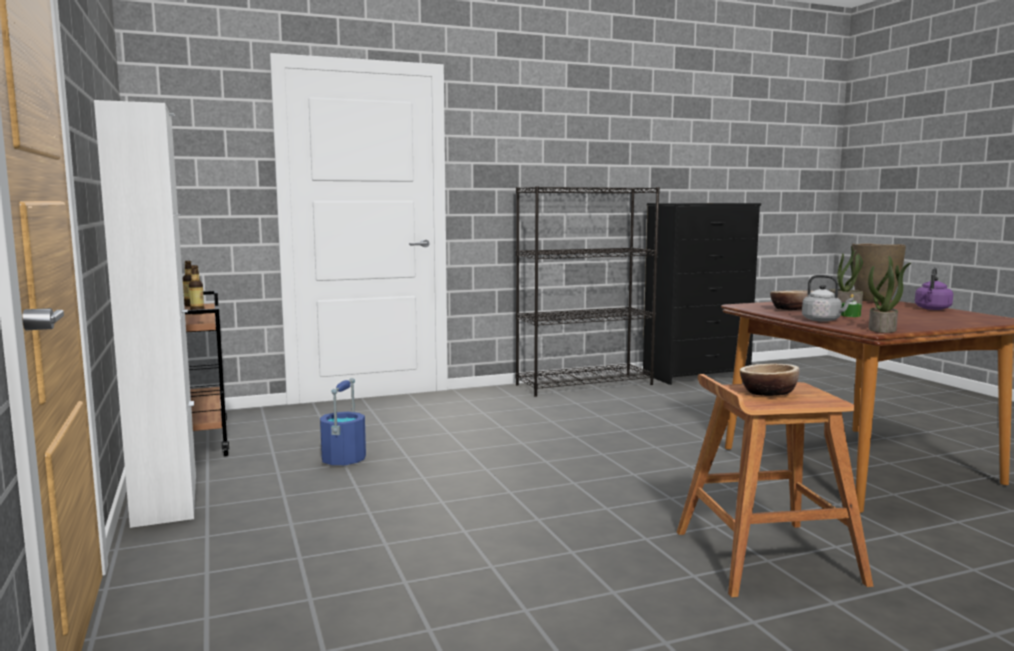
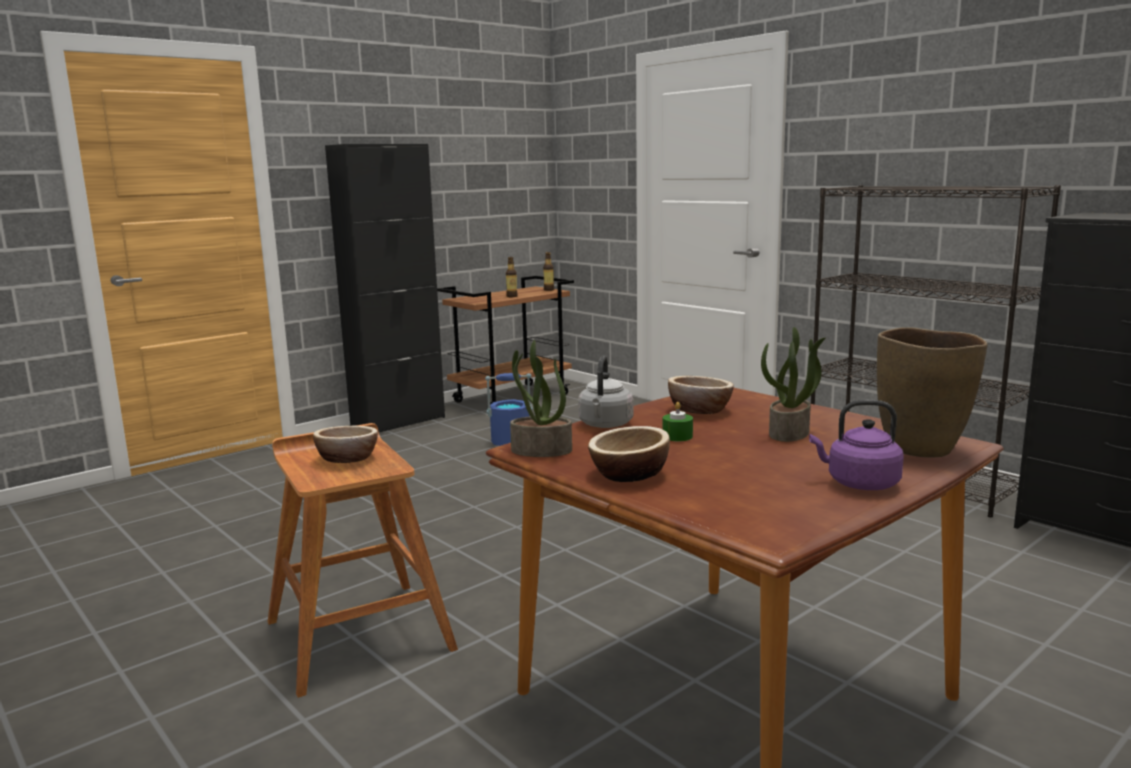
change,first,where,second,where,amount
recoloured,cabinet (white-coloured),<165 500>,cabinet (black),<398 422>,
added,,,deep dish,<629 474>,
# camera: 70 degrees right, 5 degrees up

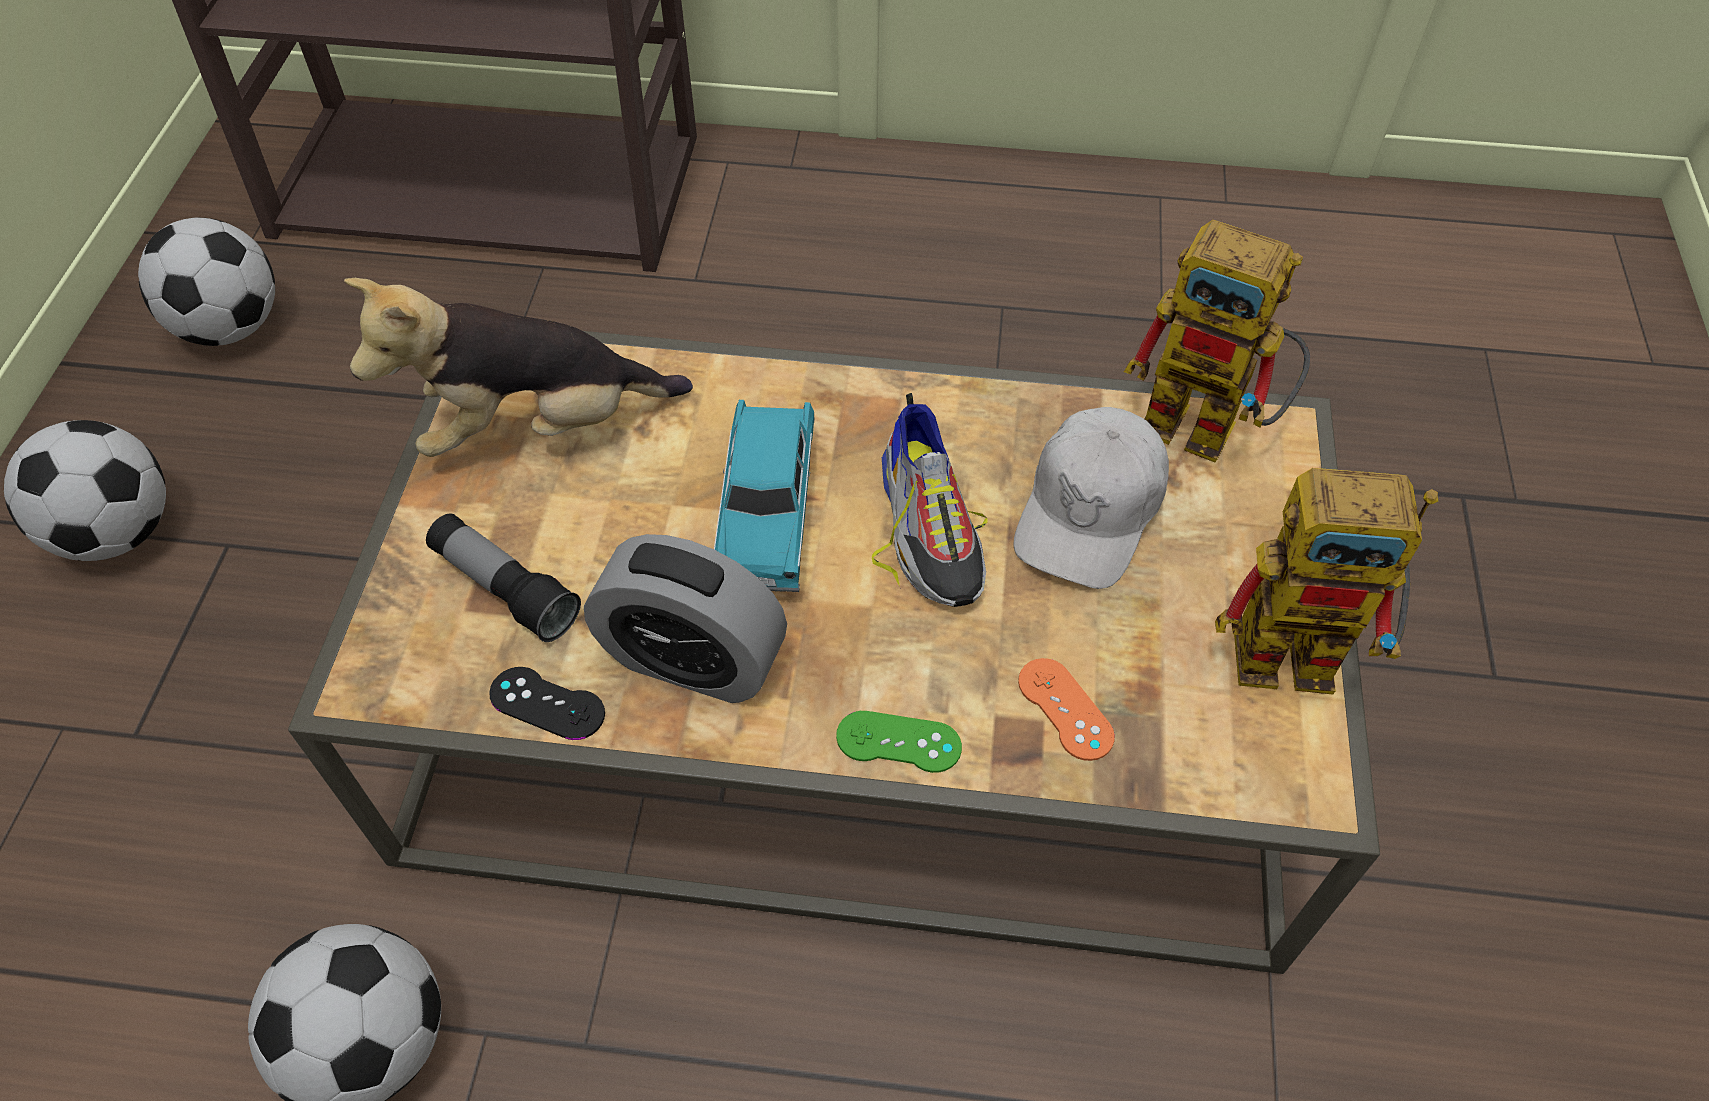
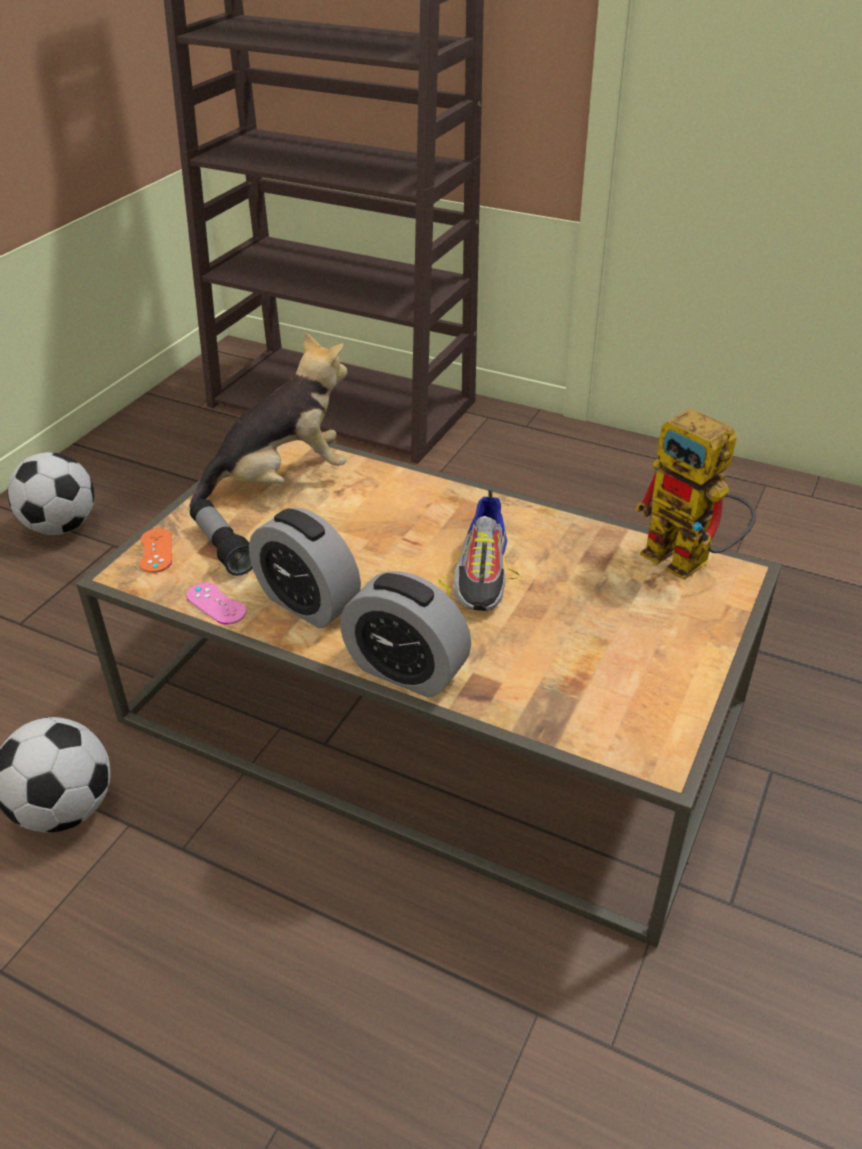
change,first,where,second,where,amount
removed,football,<232 328>,,,
turned,soft toy,<538 427>,,<281 479>,150 degrees clockwise
recoloured,gamepad (black),<547 703>,gamepad (pink-coloured),<216 604>,
removed,miniature car (turquoise),<767 512>,,,
replaced,gamepad (green-coloured),<898 742>,alarm clock,<406 670>,
removed,cap (white-coloured),<1090 511>,,,
moved,gamepad (orange-coloured),<1065 709>,,<156 550>,
removed,model robot,<1306 653>,,,
# camera: 20 degrees right, 15 degrees down

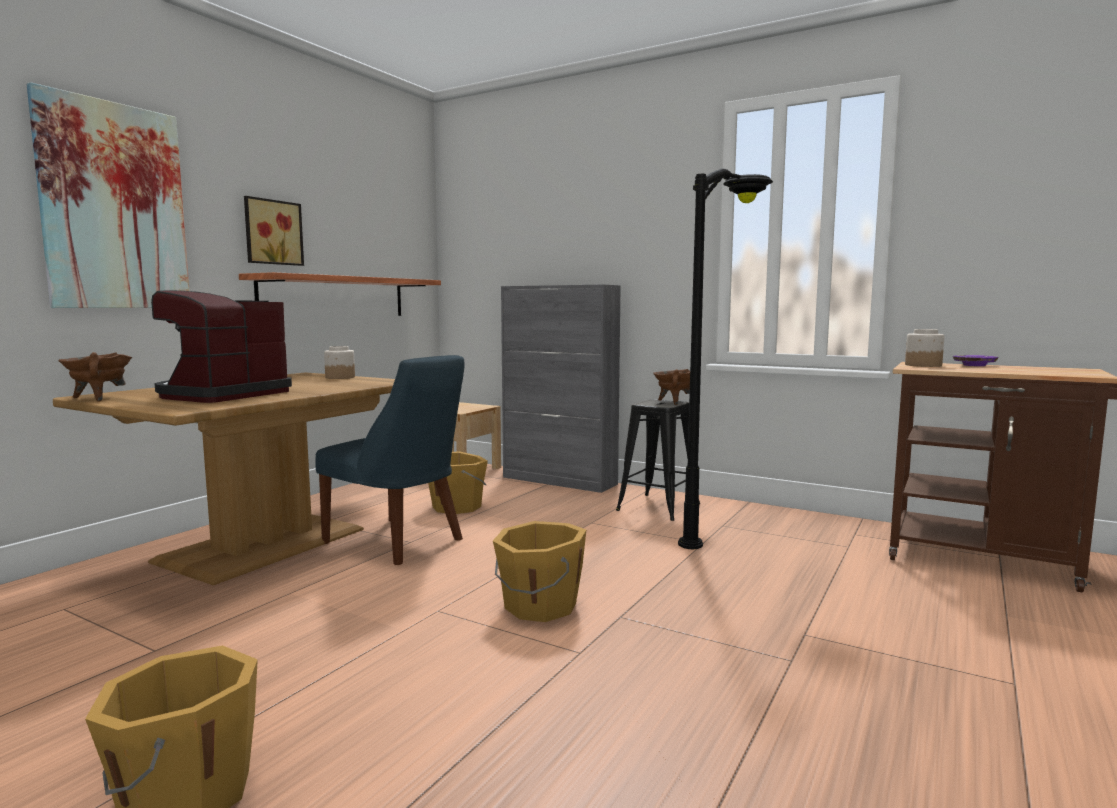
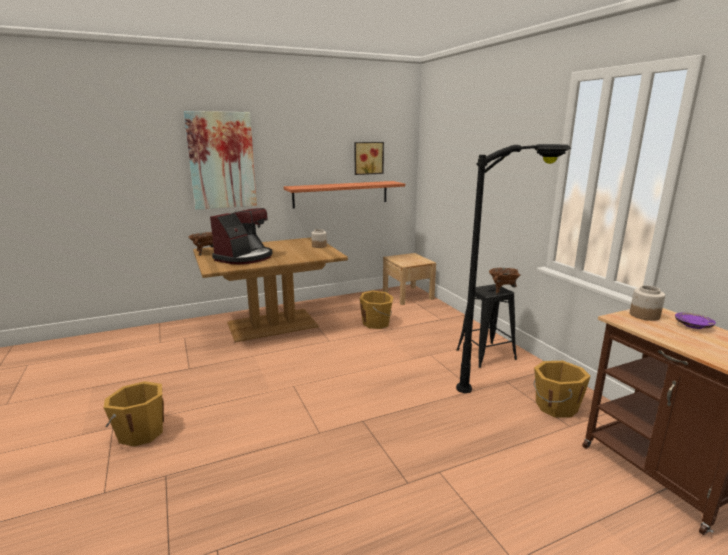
change,first,where,second,where,amount
turned,coffee maker,<222 395>,,<245 257>,150 degrees clockwise
moved,wall art,<272 232>,,<368 158>,
removed,chair (blue-coloured),<398 542>,,,
moved,pail (orange-coloured),<539 606>,,<555 406>,
removed,cabinet (greyish),<559 481>,,,
# camera: 35 degrees right, 10 degrees up

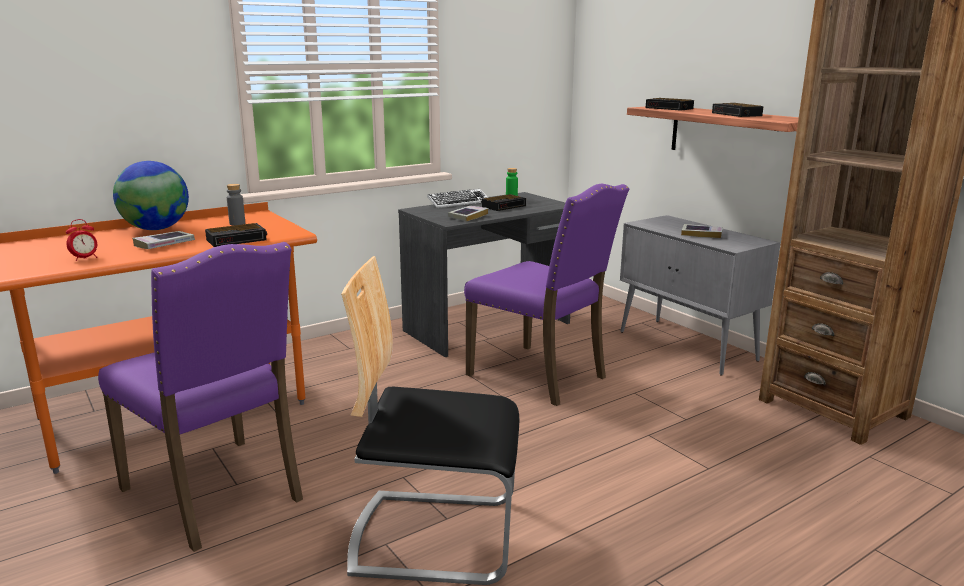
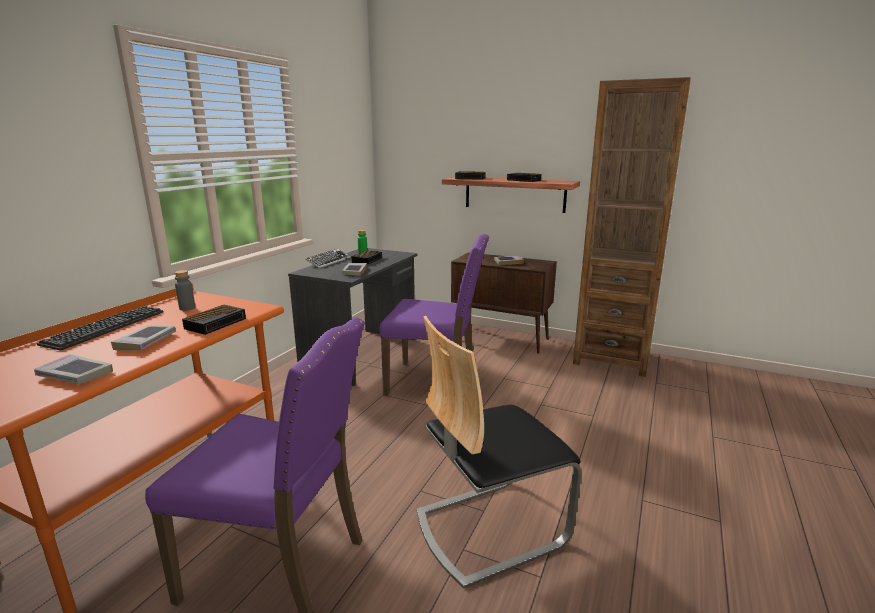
change,first,where,second,where,amount
replaced,alarm clock,<85 258>,volume,<75 375>,
replaced,world globe,<156 229>,PC keyboard,<105 328>,
recoloured,cabinet (greyish),<687 346>,cabinet (brown-coloured),<501 339>,
# camera: 30 degrees left, 0 degrees up

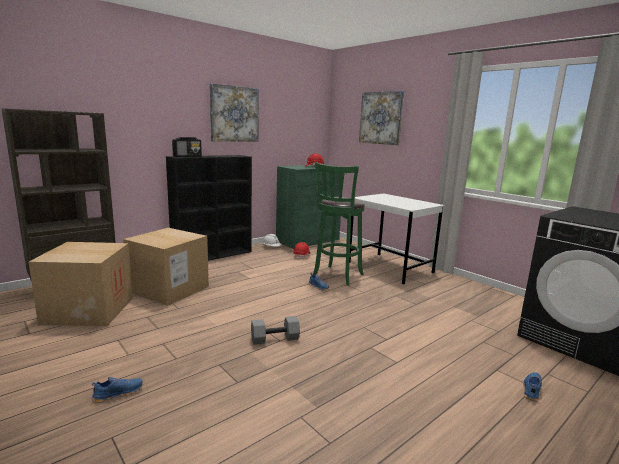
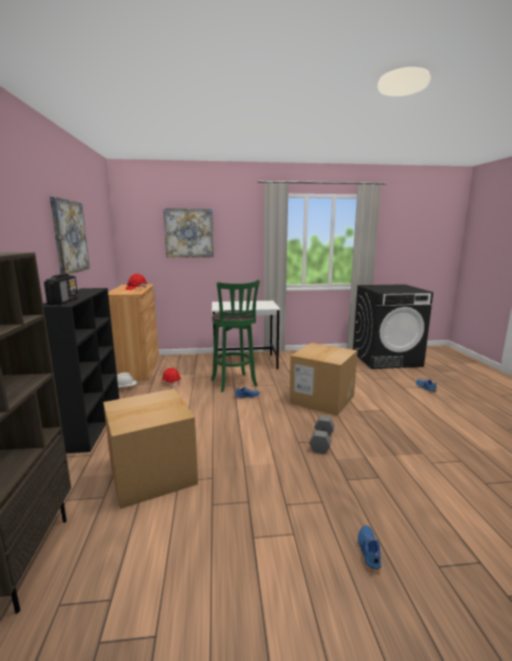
change,first,where,second,where,amount
moved,packing box,<89 310>,,<322 399>,
recoloured,cabinet (green-coloured),<308 240>,cabinet (brown-coloured),<137 368>,
# camera: 55 degrees left, 0 degrees up

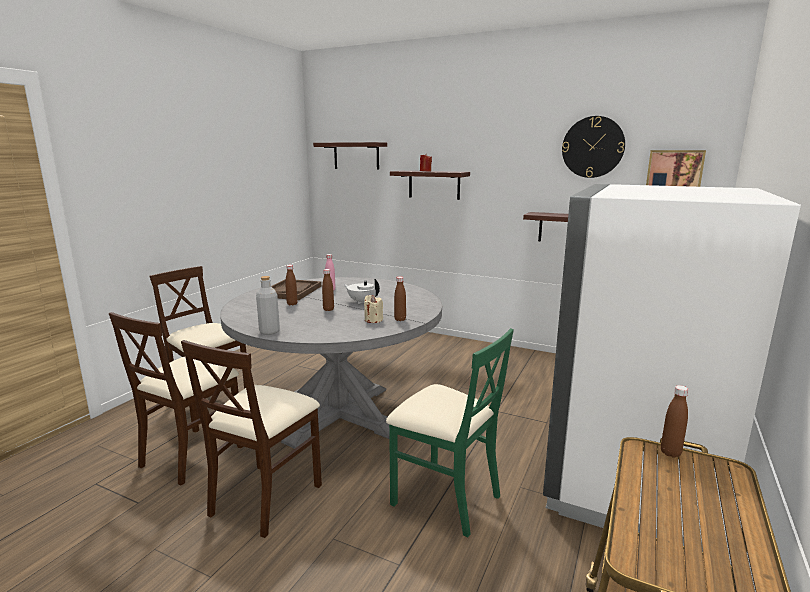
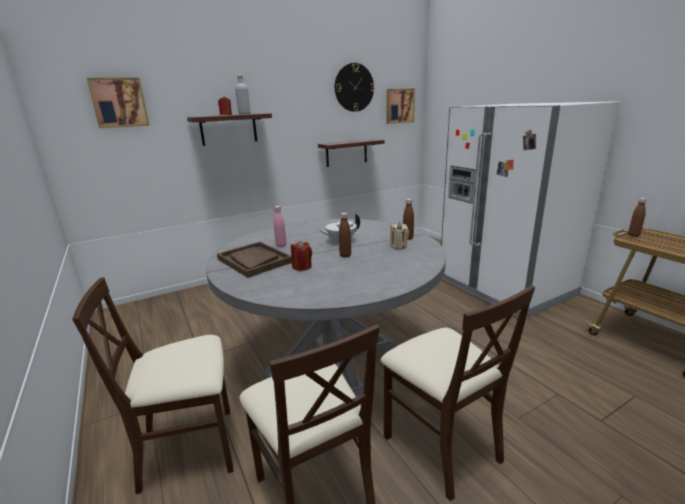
change,first,where,second,where,amount
moved,bottle (greyish),<269 331>,,<244 114>,
replaced,bottle (brown-coloured),<292 304>,wax candle (red-coloured),<302 267>,
replaced,wall shelf,<356 156>,wall art,<119 103>,
removed,chair (green-coloured),<445 498>,,,
# camera: 55 degrees left, 5 degrees up

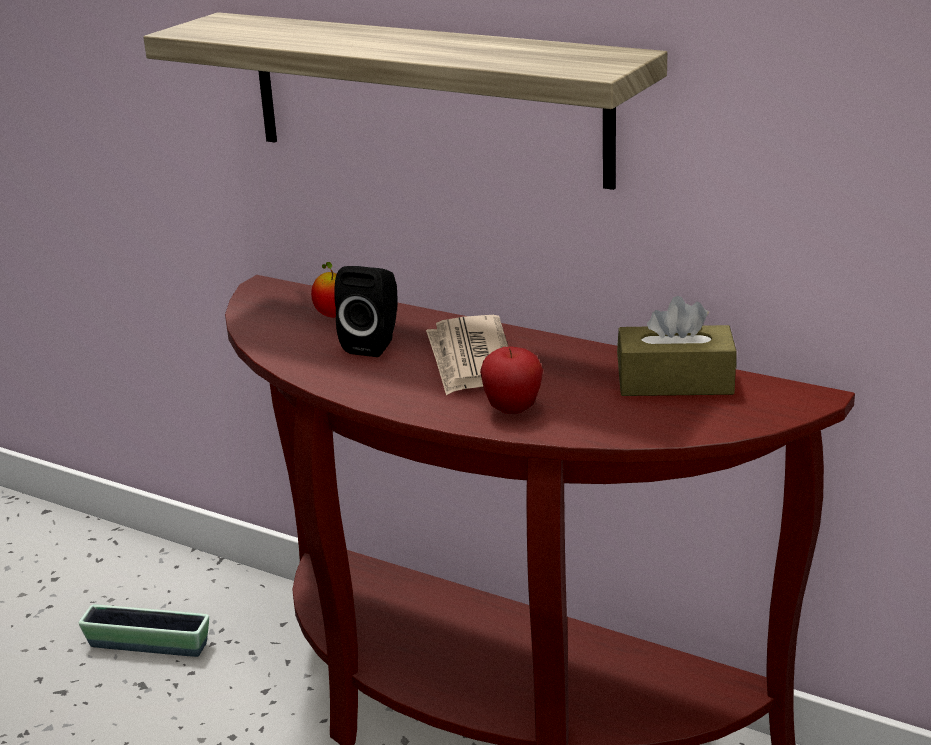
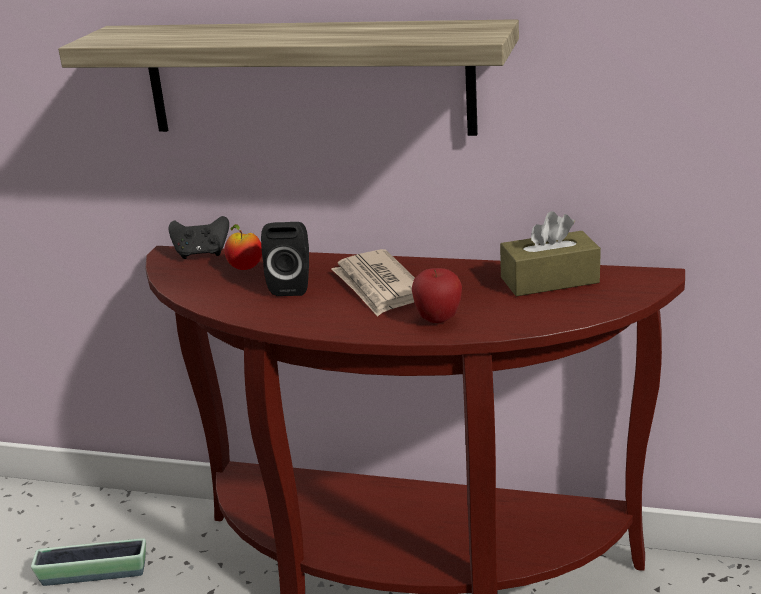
change,first,where,second,where,amount
added,,,gamepad (black),<202 254>,
# camera: 15 degrees left, 0 degrees up

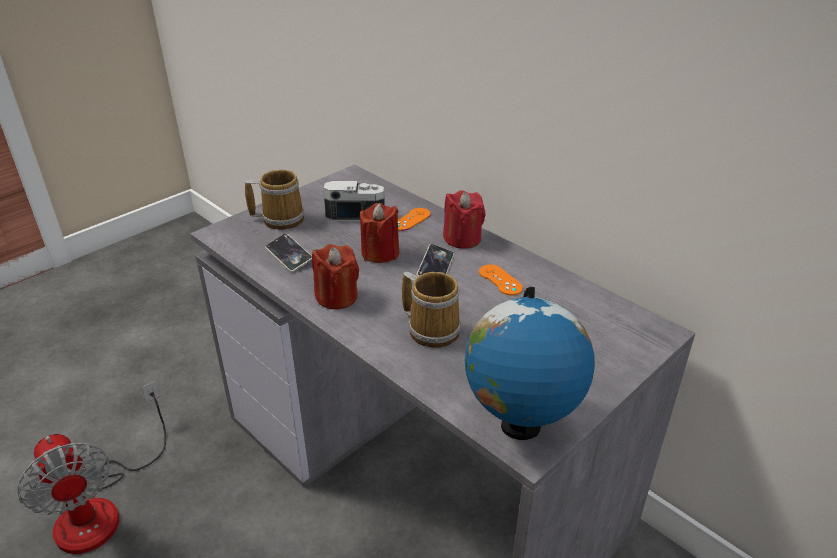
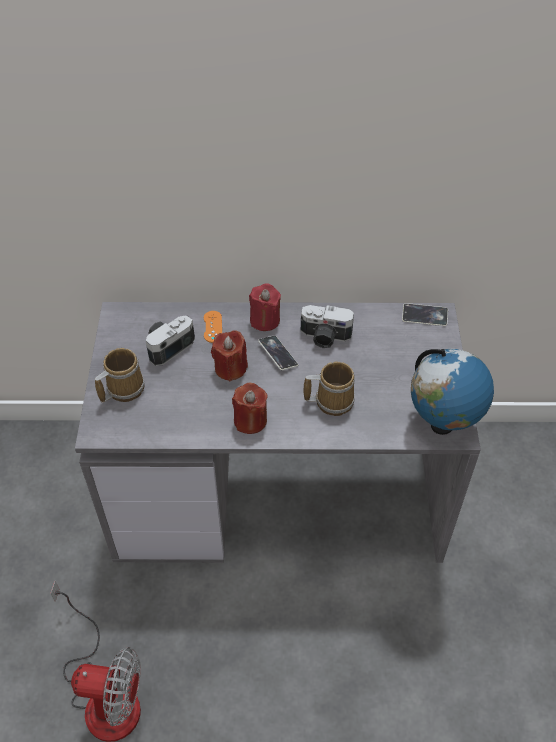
change,first,where,second,where,amount
moved,telephone,<289 255>,,<424 317>,
replaced,gamepad (orange-coloured),<500 280>,still camera,<325 337>,
# camera: 45 degrees left, 15 degrees up

